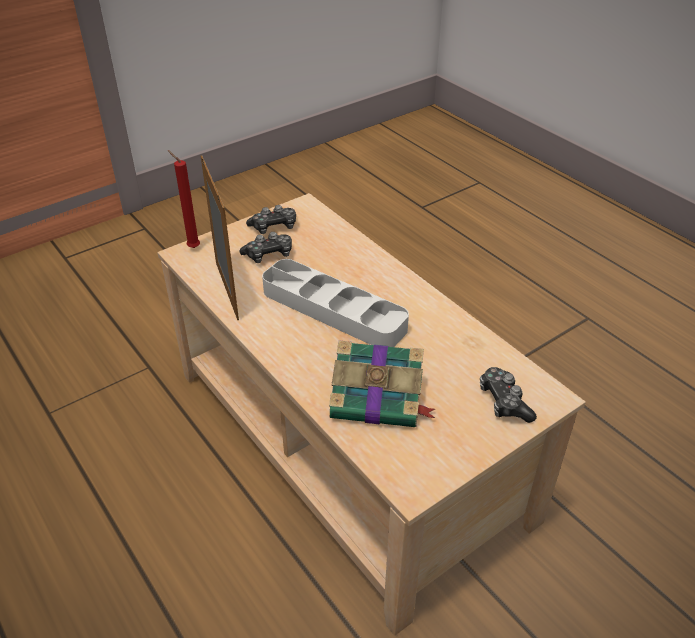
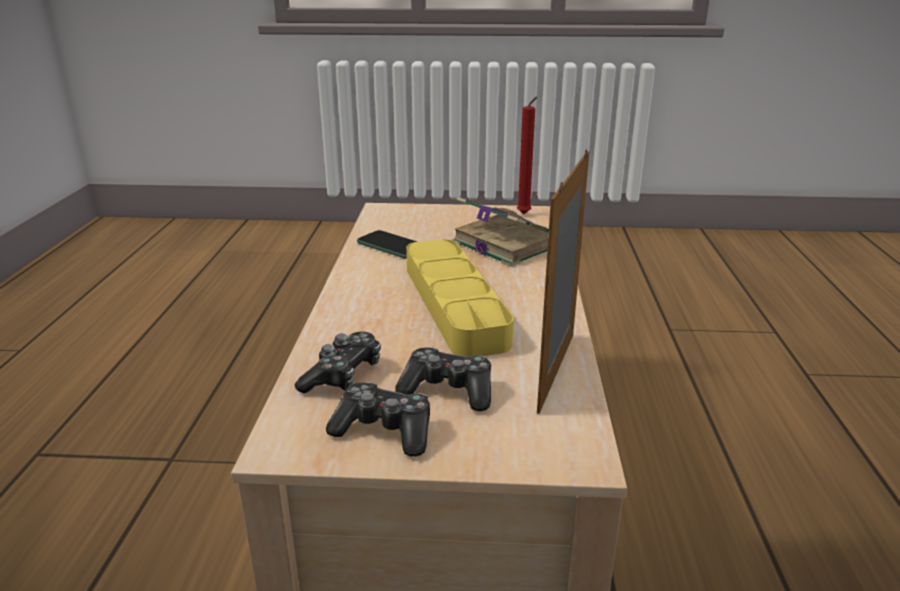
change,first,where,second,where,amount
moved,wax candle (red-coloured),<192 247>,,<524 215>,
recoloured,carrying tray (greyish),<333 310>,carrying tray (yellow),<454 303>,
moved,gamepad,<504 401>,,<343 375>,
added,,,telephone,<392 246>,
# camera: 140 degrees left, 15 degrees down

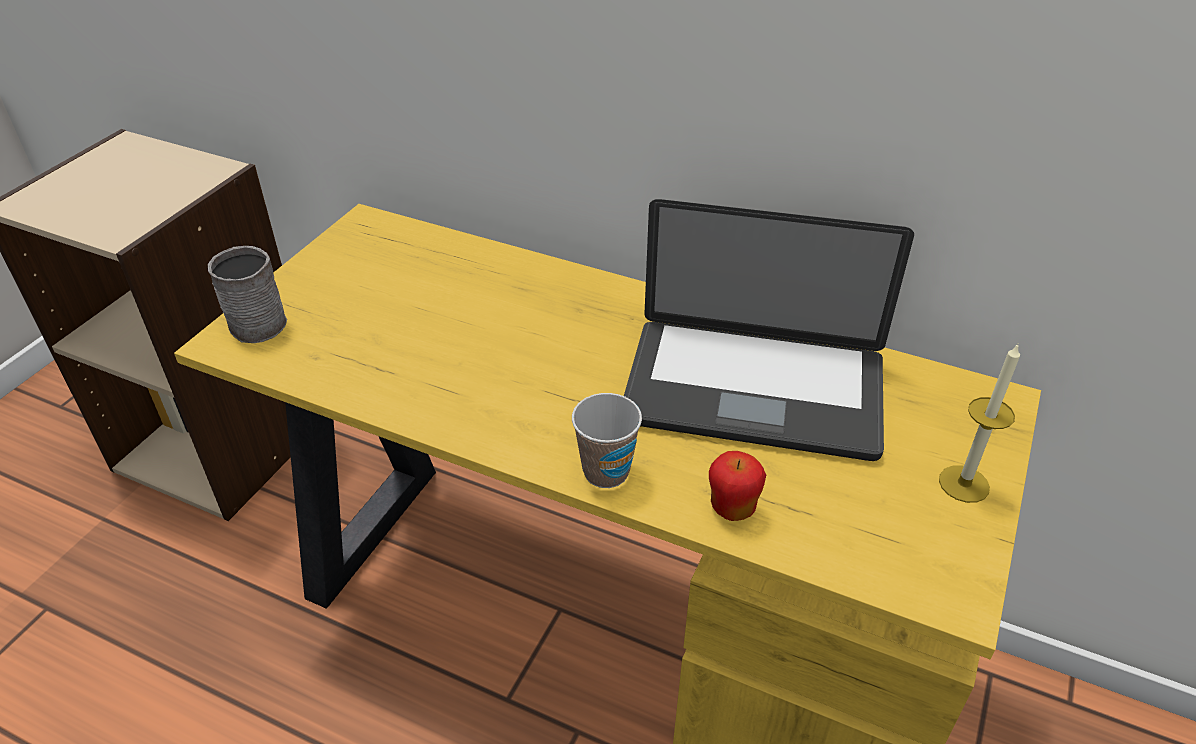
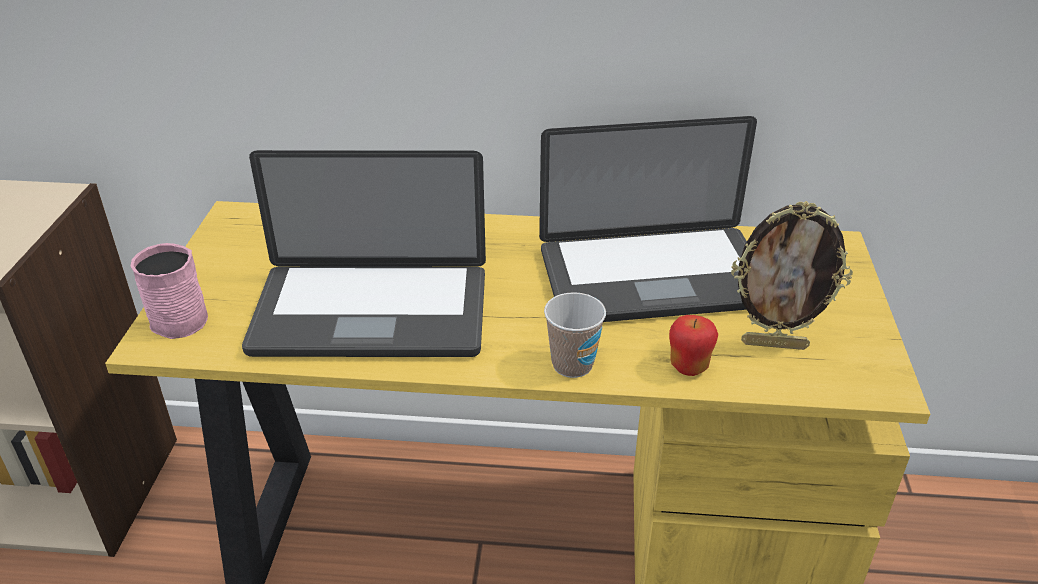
change,first,where,second,where,amount
recoloured,coffee mug (greyish),<254 320>,coffee mug (pink-coloured),<173 318>,
removed,wax candle,<964 484>,,,
added,,,portable computer,<371 314>,
added,,,picture frame,<774 344>,
# camera: 20 degrees left, 5 degrees down

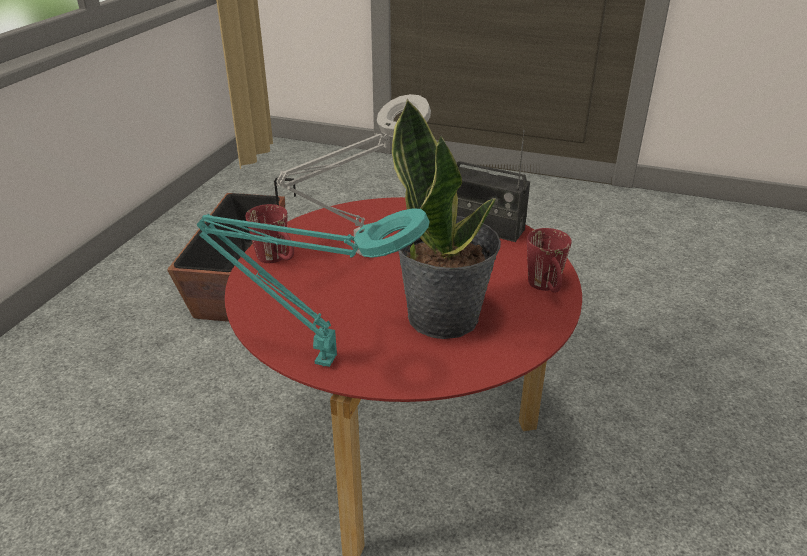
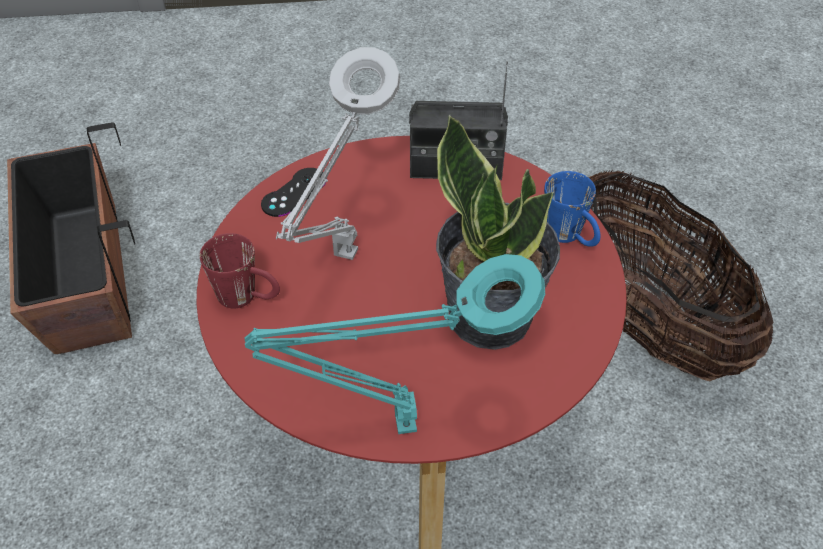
change,first,where,second,where,amount
recoloured,coffee mug (red-coloured),<547 288>,coffee mug (blue-coloured),<571 237>,
added,,,gamepad (black),<294 192>,
added,,,household basket,<646 321>,
# camera: 25 degrees left, 15 degrees up

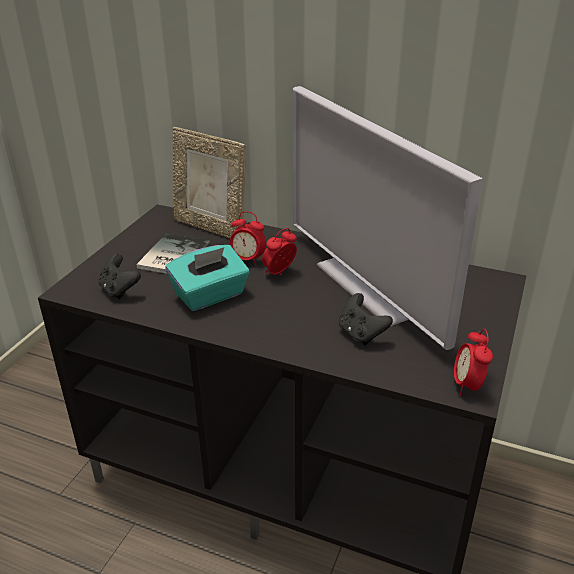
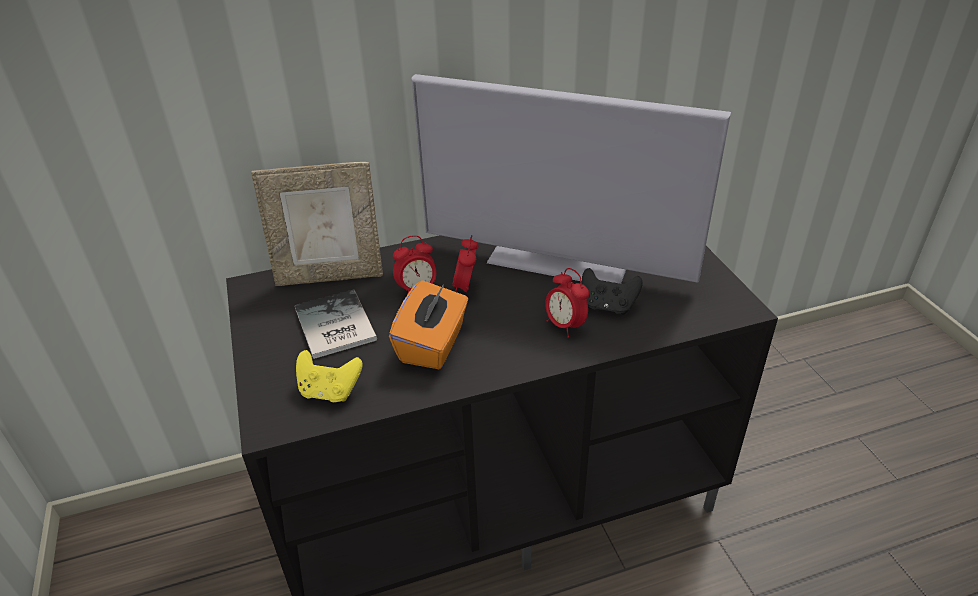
change,first,where,second,where,amount
recoloured,gamepad (black),<119 290>,gamepad (yellow),<330 391>,
recoloured,tissue box (turquoise),<210 296>,tissue box (orange-coloured),<433 345>,
moved,alarm clock,<467 385>,,<565 326>,
# camera: 40 degrees left, 5 degrees up

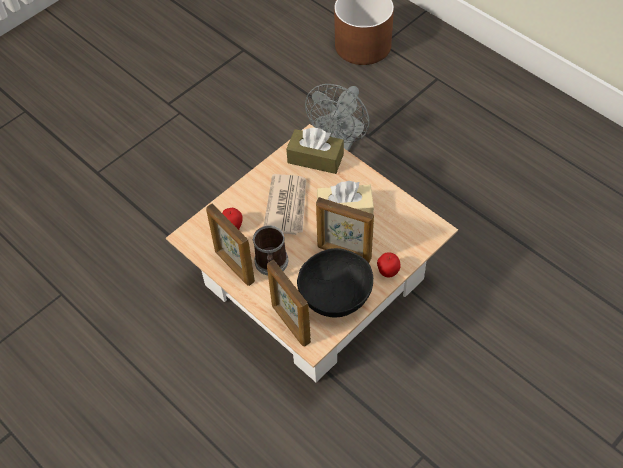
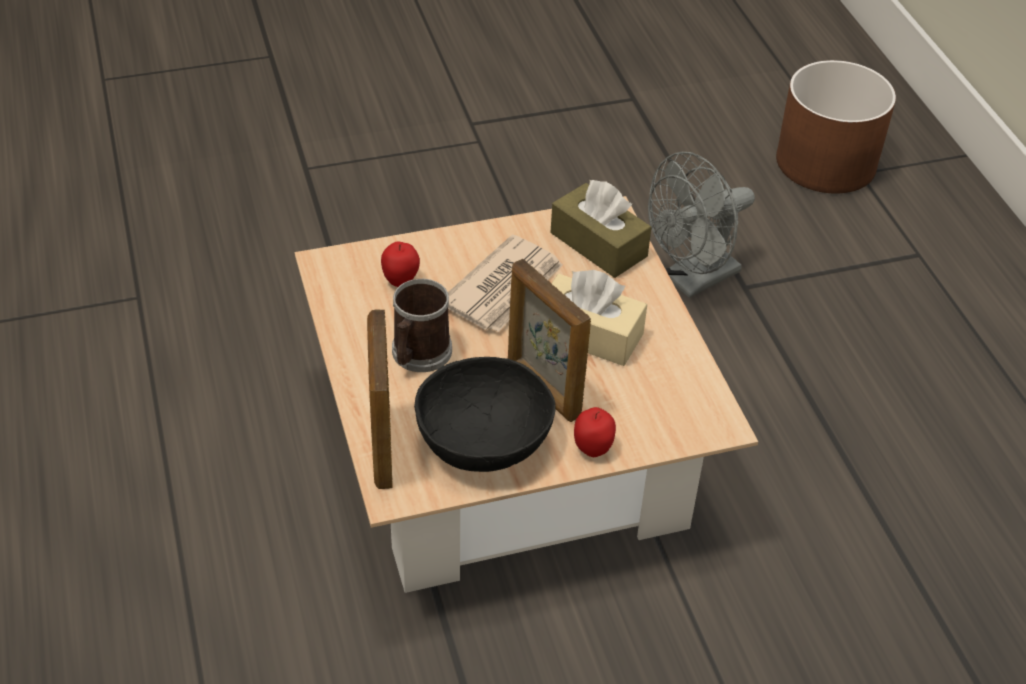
change,first,where,second,where,amount
removed,picture frame,<234 266>,,,
# camera: 25 degrees right, 10 degrees down

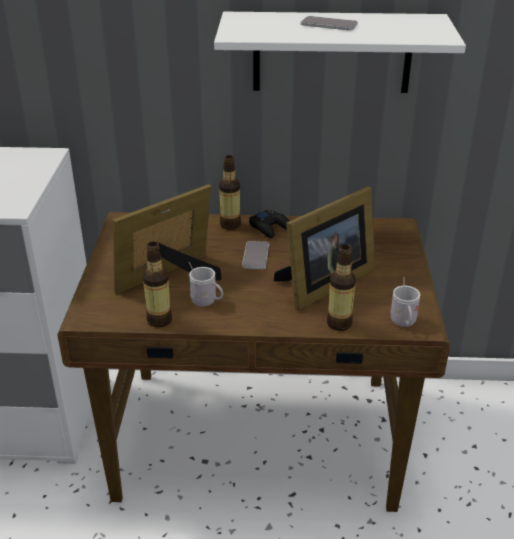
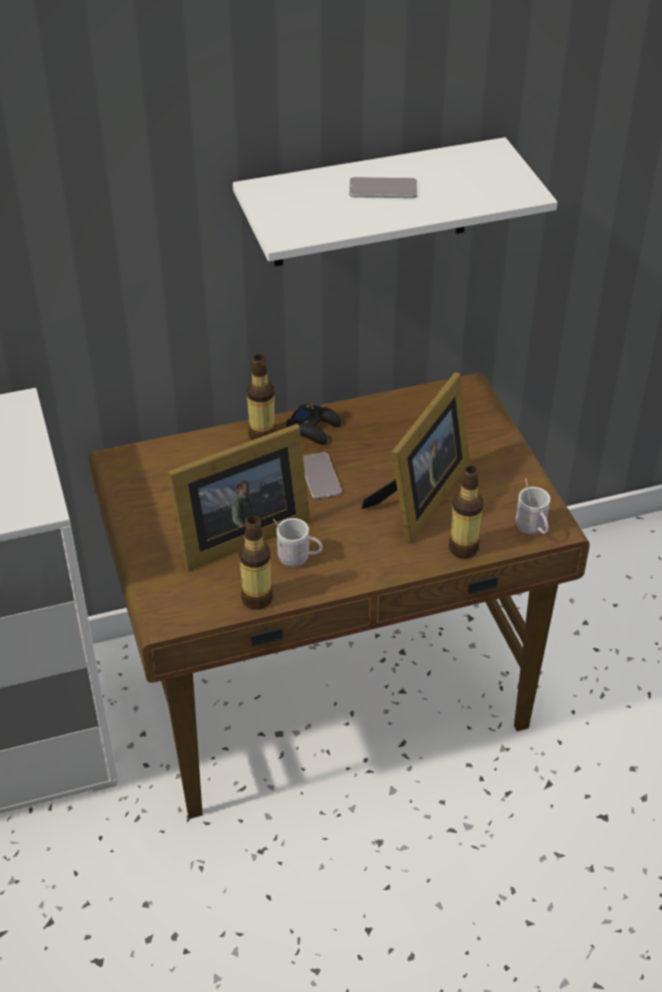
change,first,where,second,where,amount
turned,picture frame,<172 278>,,<236 535>,150 degrees counterclockwise
# camera: 20 degrees left, 10 degrees up

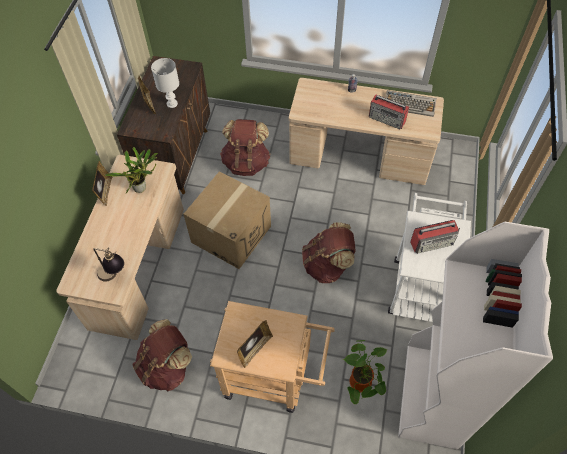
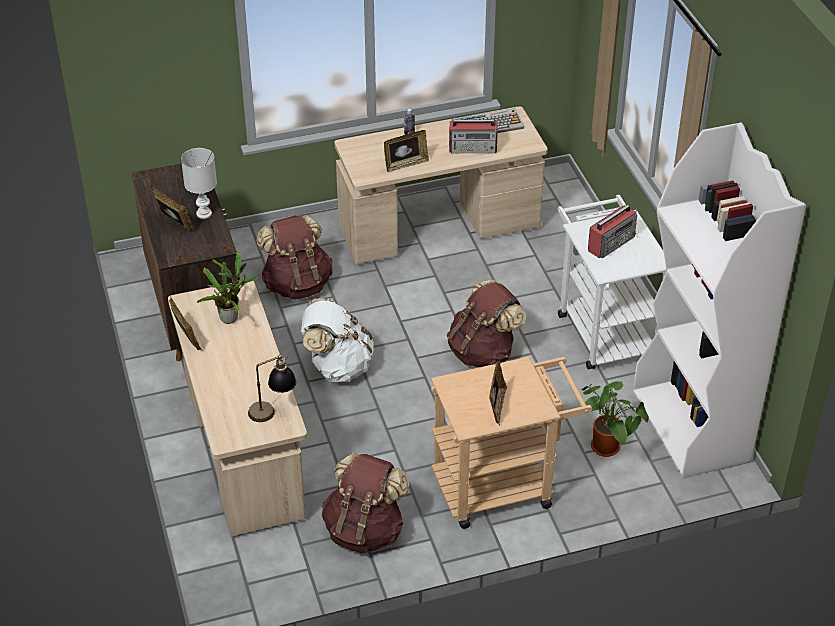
change,first,where,second,where,amount
replaced,packing box,<231 234>,backpack (white-coloured),<337 366>,
added,,,picture frame,<405 164>,
# camera: 30 degrees left, 15 degrees down

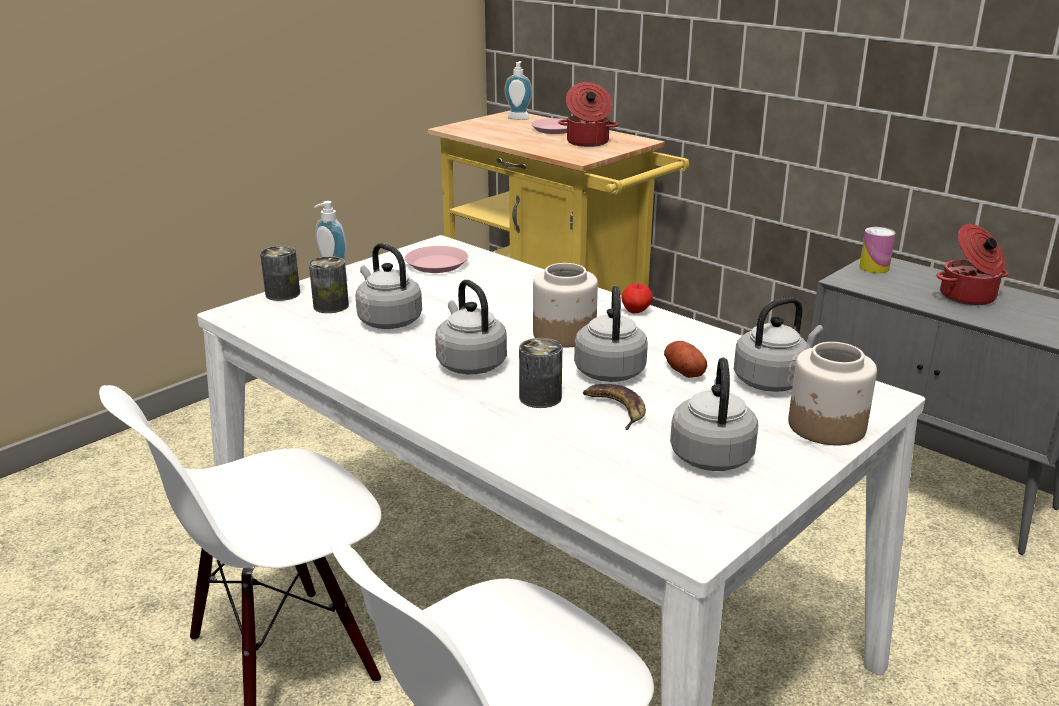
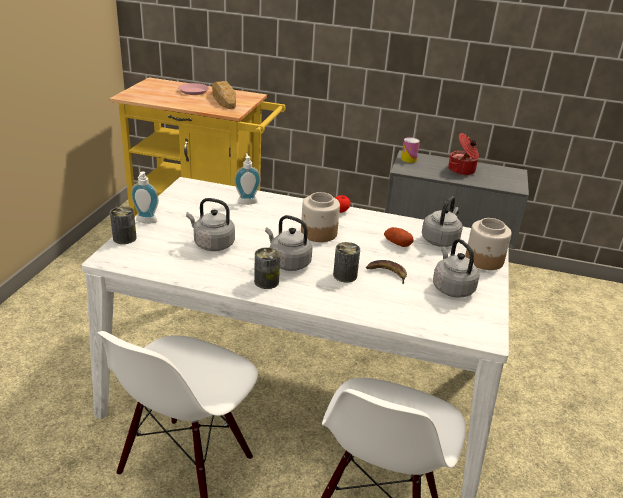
change,first,where,second,where,amount
moved,can,<331 306>,,<266 281>,
removed,flat dish (pink-coloured),<437 264>,,,
moved,soap bottle,<519 117>,,<247 201>,
replaced,saucepot,<587 142>,bread,<224 100>,
removed,water kettle (greyish),<610 370>,,,
# camera: 30 degrees left, 5 degrees up

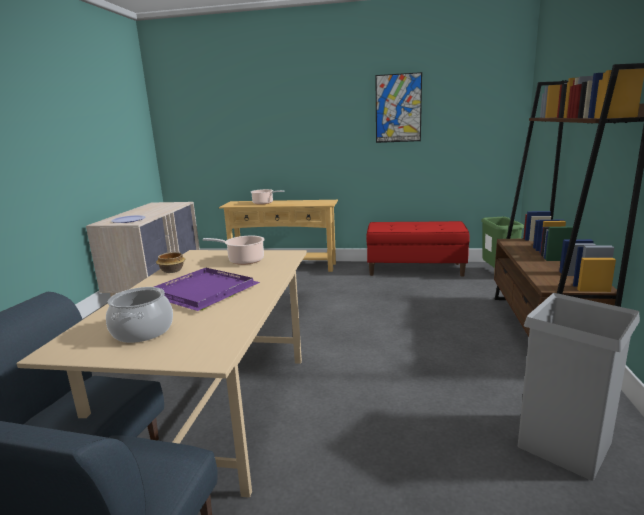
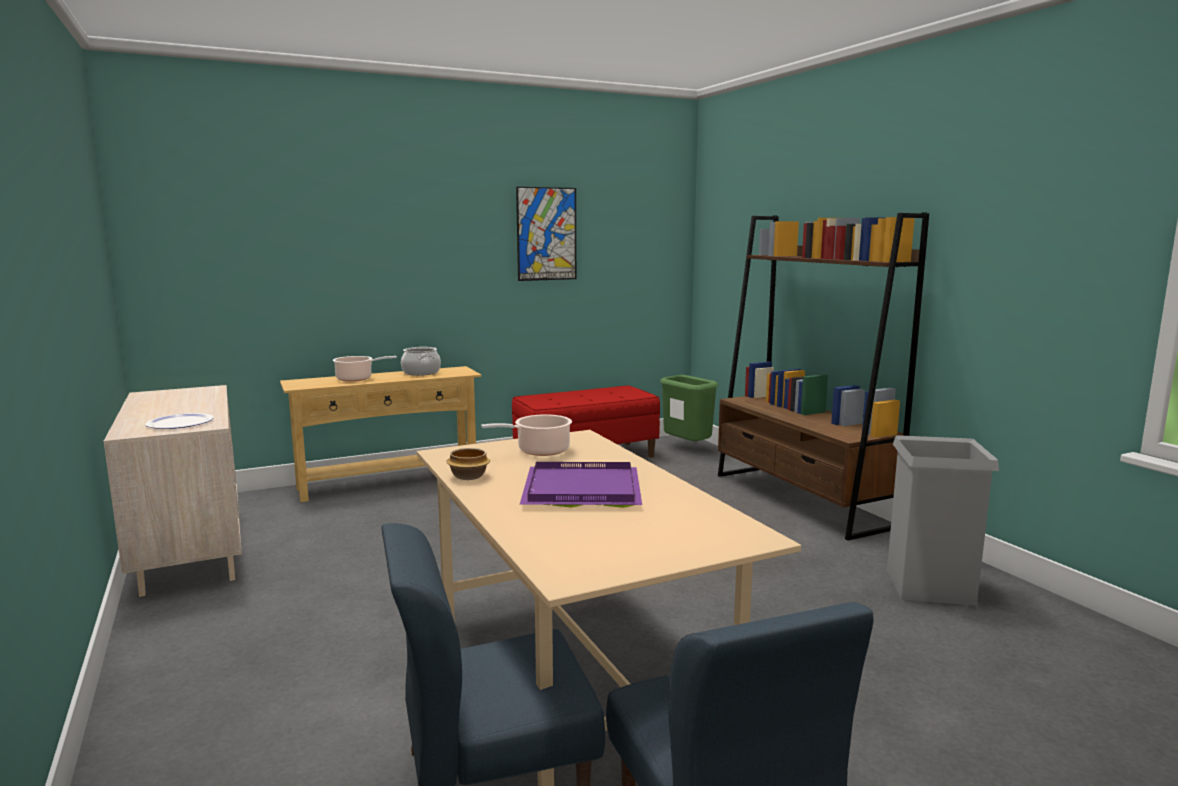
change,first,where,second,where,amount
moved,saucepot,<142 331>,,<421 372>,
# camera: 35 degrees left, 5 degrees down

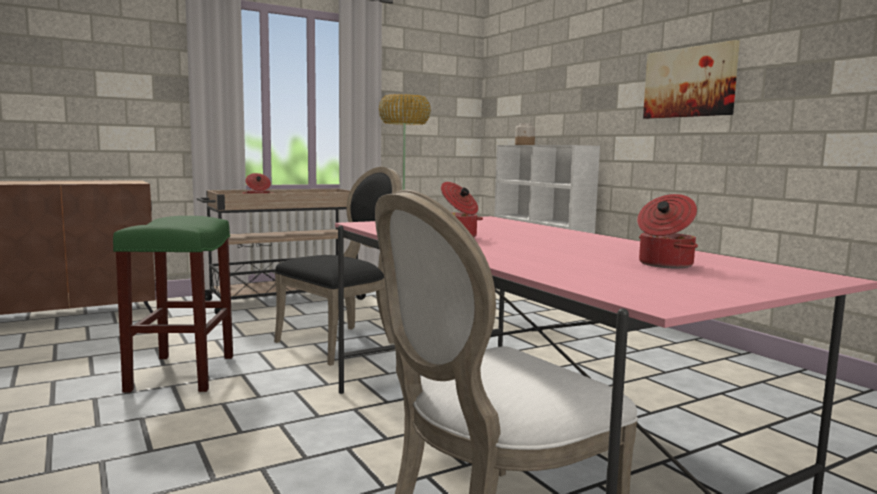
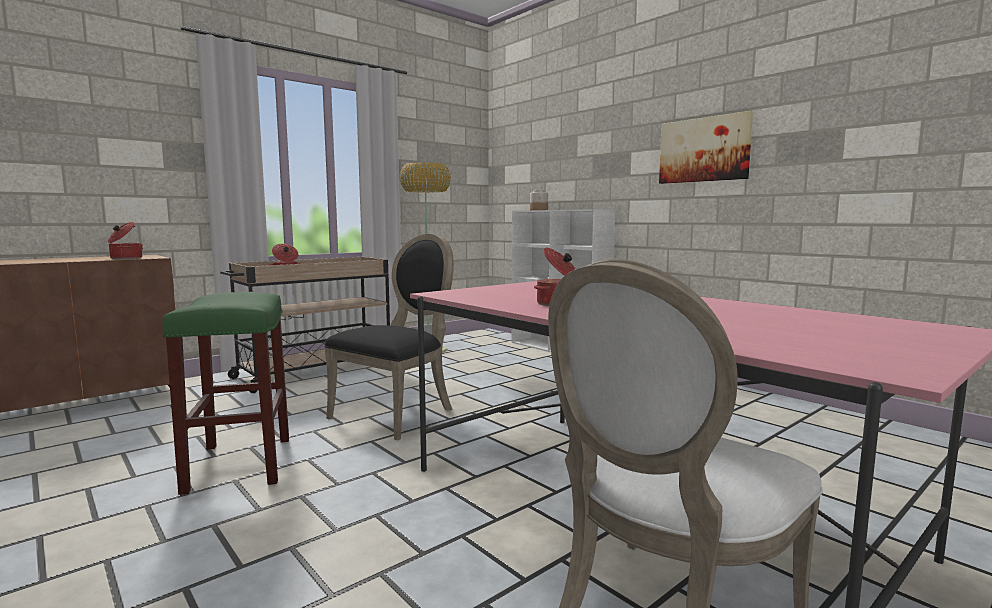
change,first,where,second,where,amount
moved,saucepot,<664 264>,,<125 258>,
# camera: 10 degrees left, 0 degrees up

